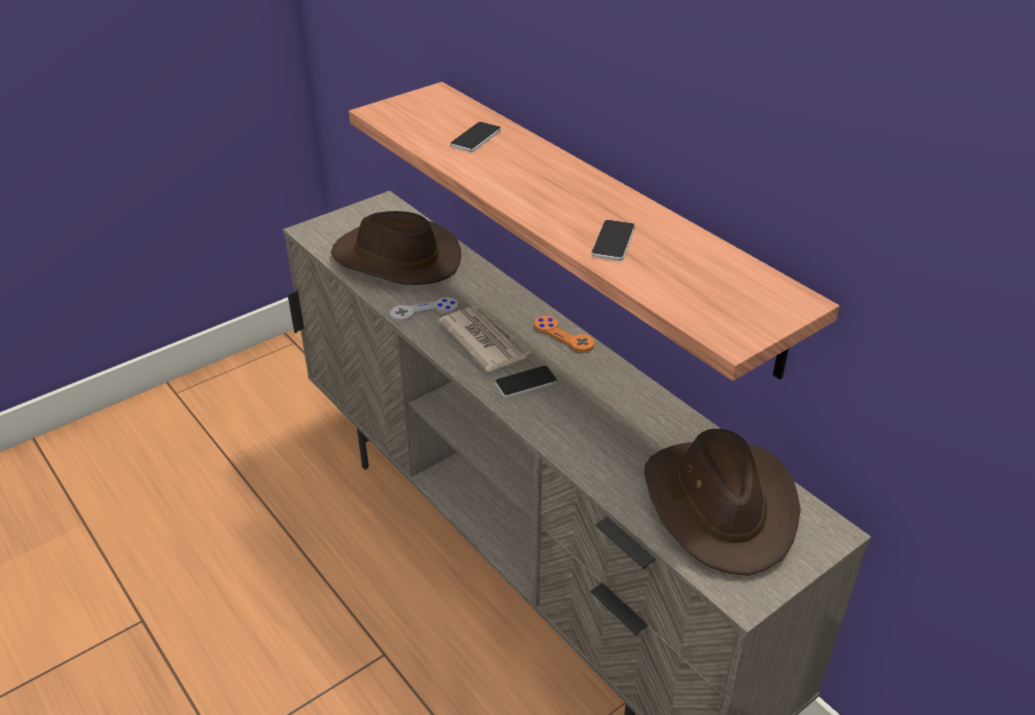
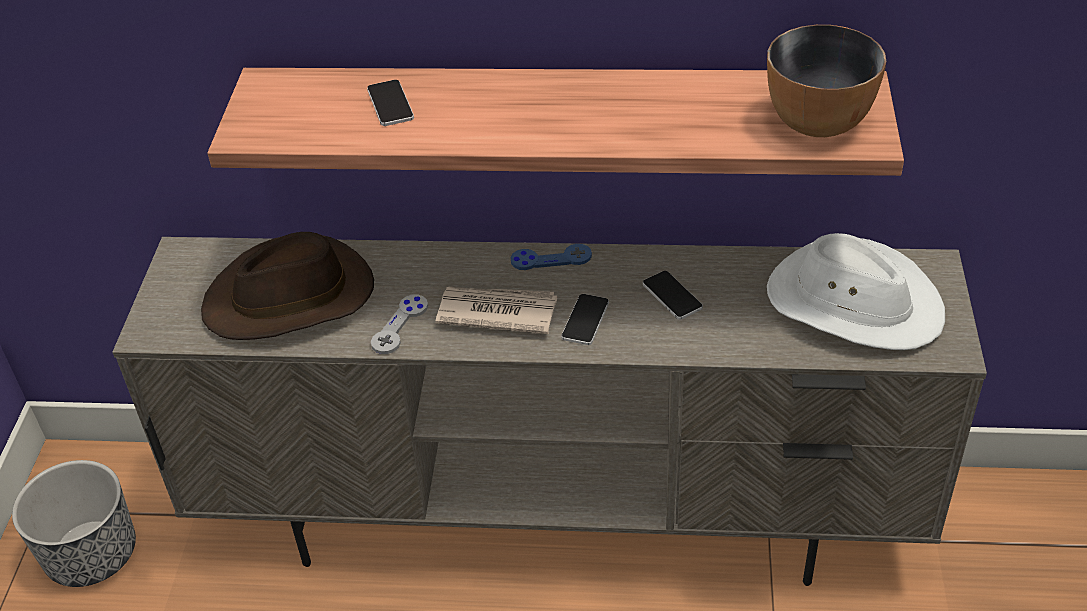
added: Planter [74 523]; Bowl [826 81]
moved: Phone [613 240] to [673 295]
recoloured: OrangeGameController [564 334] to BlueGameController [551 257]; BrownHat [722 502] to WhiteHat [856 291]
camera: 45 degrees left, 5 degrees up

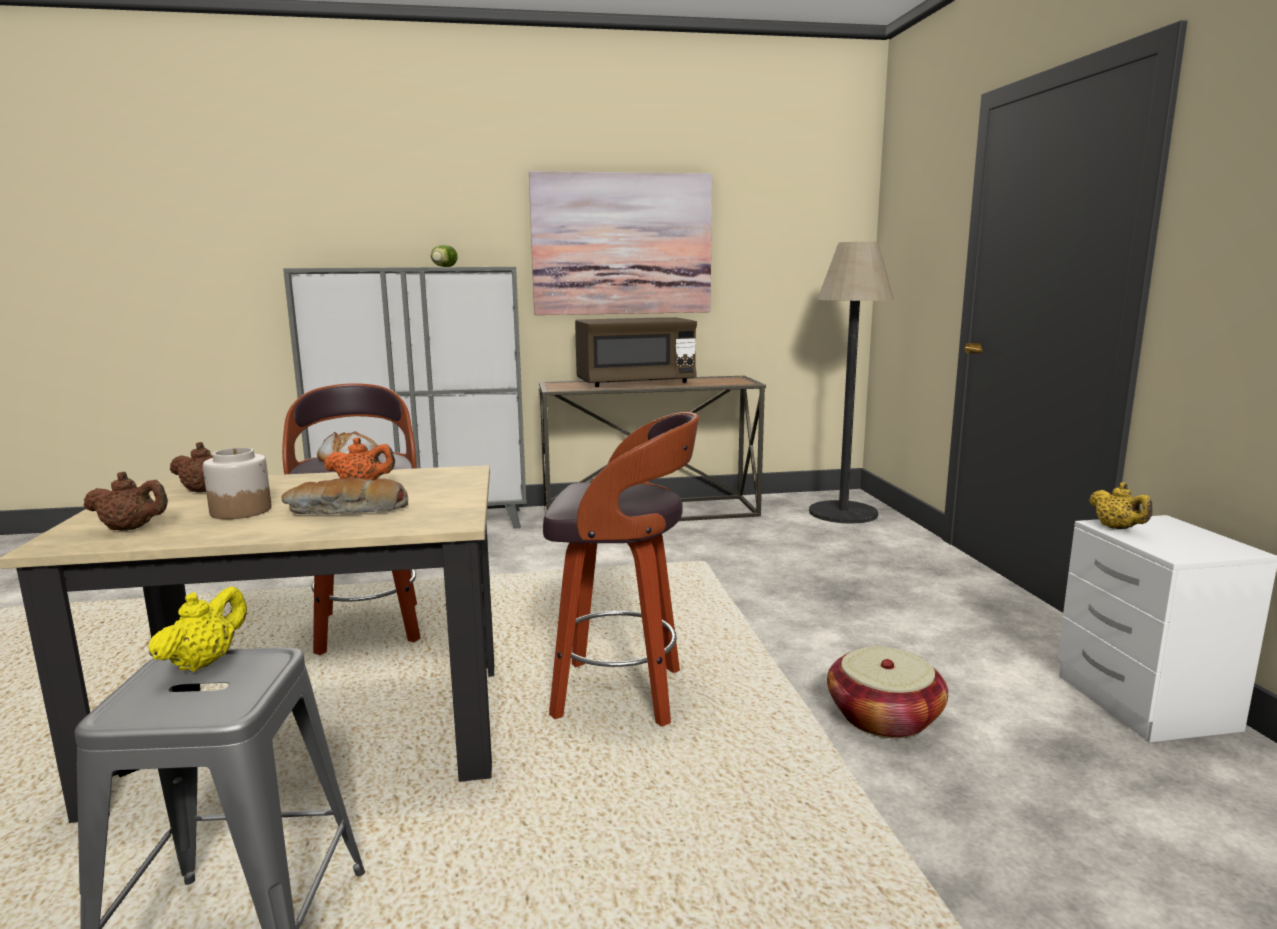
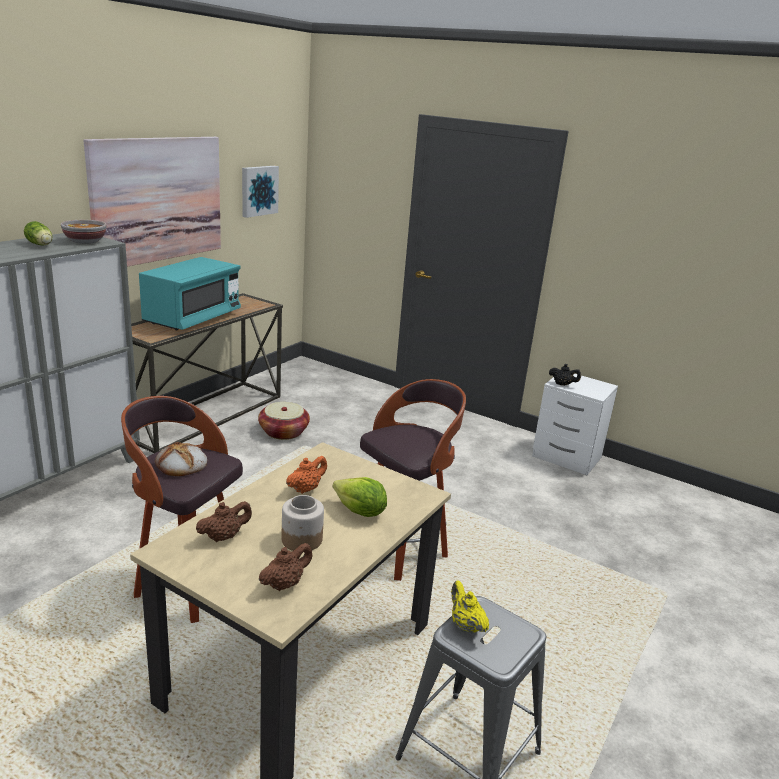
removed: FloorLamp [851 383]
added: Bowl [83 232]; Picture [260 192]
moved: Basket [887 692] to [284 421]
replaced: Bread [345 496] to Lettuce [360 497]
recoloured: BrownMicrowave [636 352] to TurquoiseMicrowave [190 293]; YellowTeapot [1120 505] to BlackTeapot [565 375]
camera: 50 degrees left, 10 degrees up

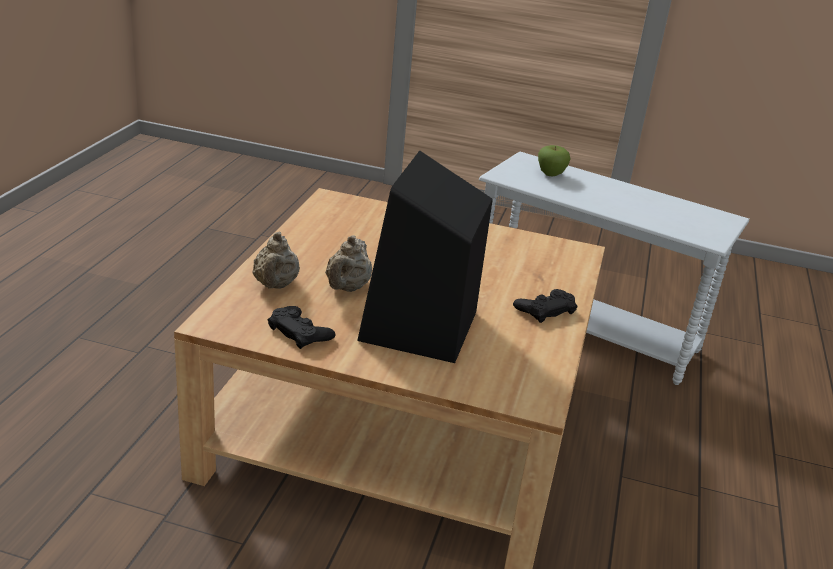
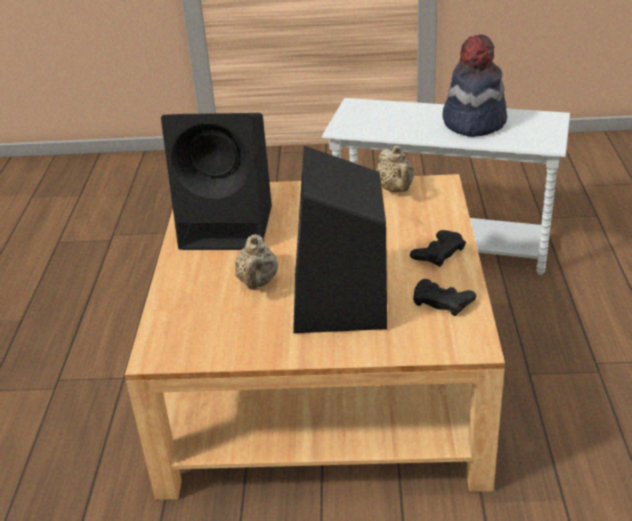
removed: Apple [554 160]
added: BlackSpeaker [216 181]; Hat [475 85]
moved: BeigeTeapot [275 260] to [395 169]; BlackGameController [301 327] to [444 297]
camera: 10 degrees left, 5 degrees up

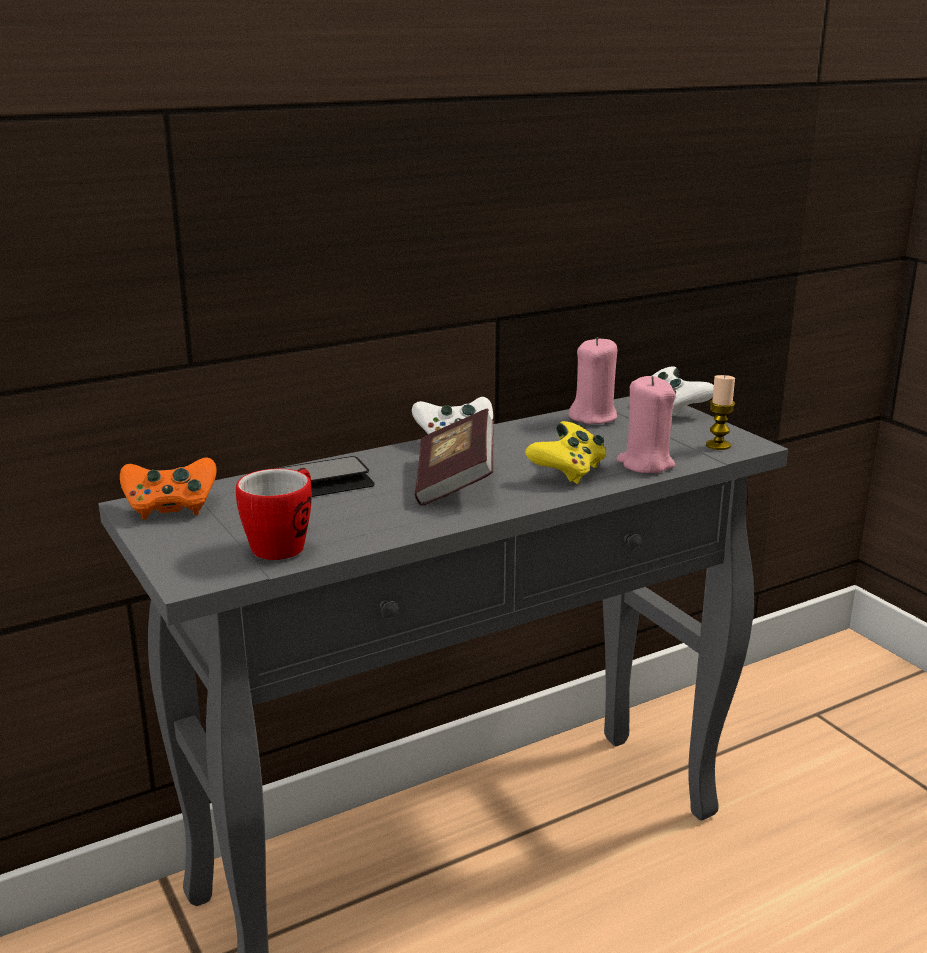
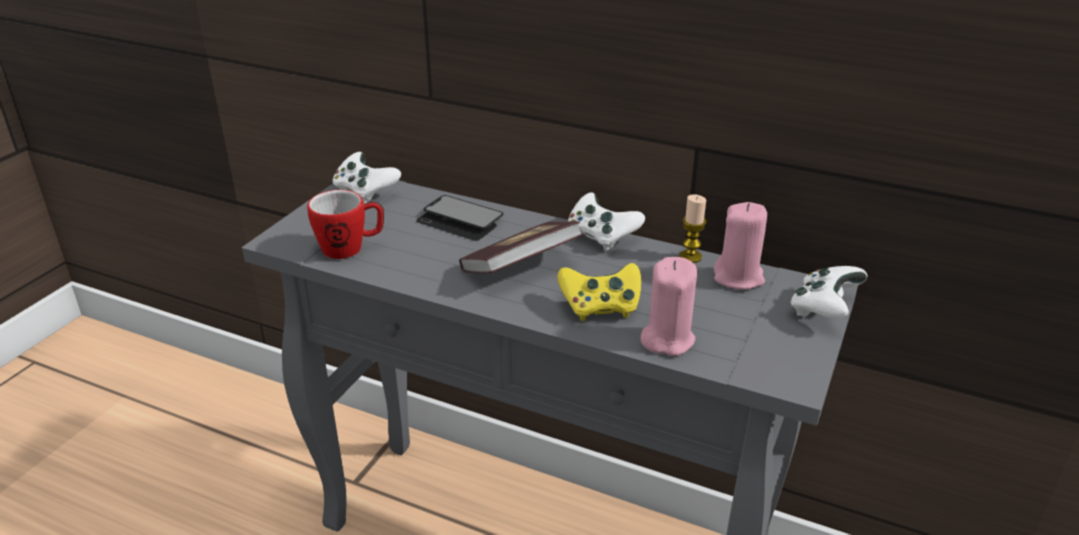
moved: Candle [720 412] to [692 228]
recoloured: OrangeGameController [168 488] to WhiteGameController [367 178]
camera: 55 degrees right, 10 degrees up

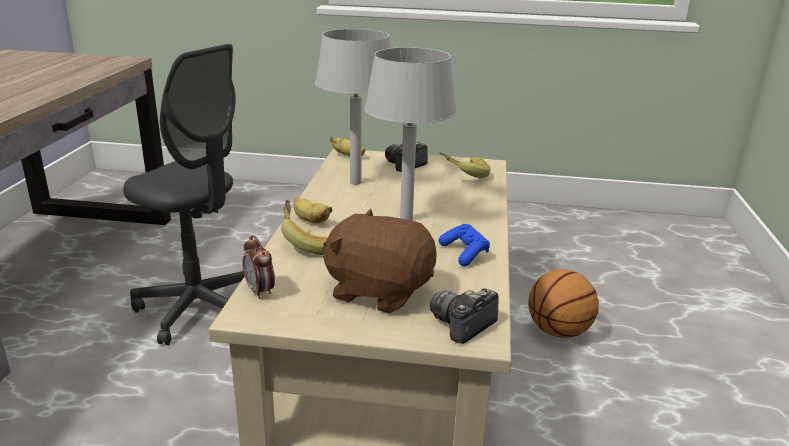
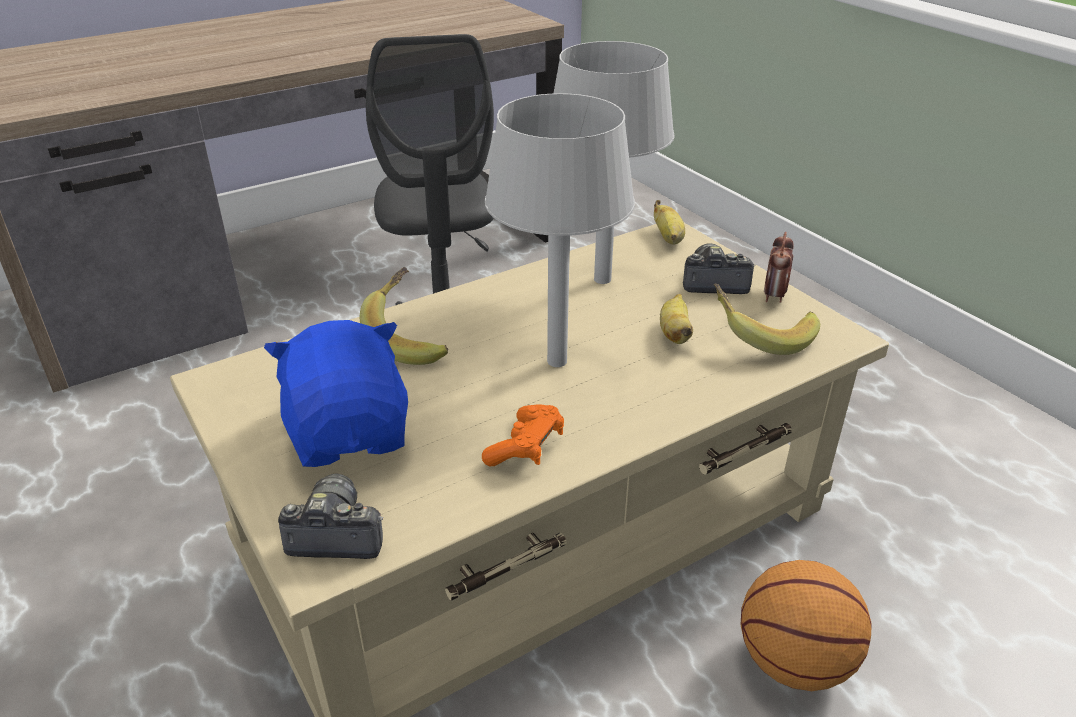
moved: AlarmClock [258 267] to [779 267]; Banana [312 210] to [676 319]
recoloured: BrownPlushToy [379 261] to BluePlushToy [336 393]; BlueGameController [464 245] to OrangeGameController [523 435]
camera: 50 degrees right, 10 degrees up

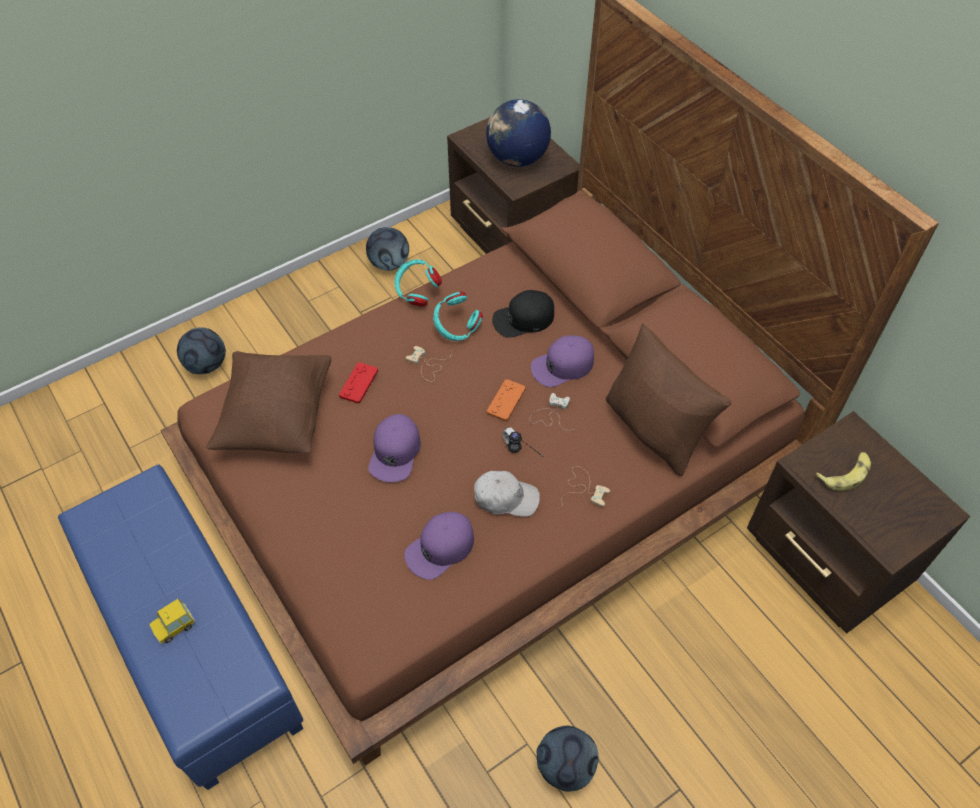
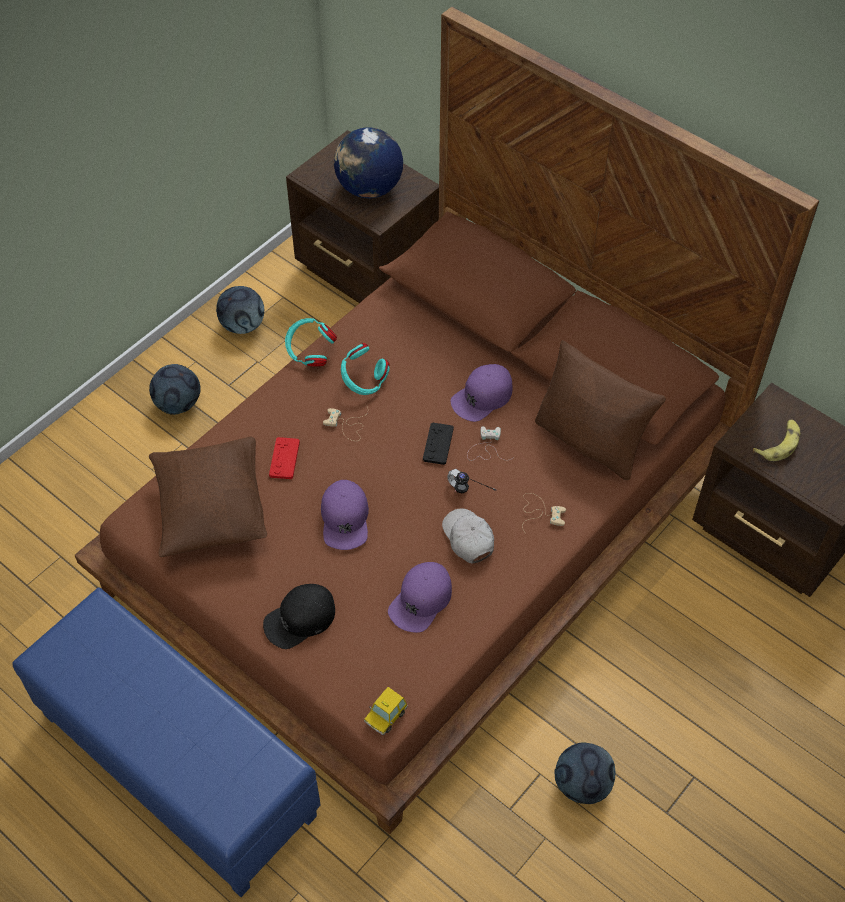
moved: ToyCar [173 621] to [386 711]; Football [201 350] to [174 389]; BlackCap [523 314] to [299 616]
recoloured: OrangeGameController [506 400] to BlackGameController [438 443]
turned: WhiteCap [507 494] = [468 535] 105 degrees counterclockwise
camera: 15 degrees left, 0 degrees up

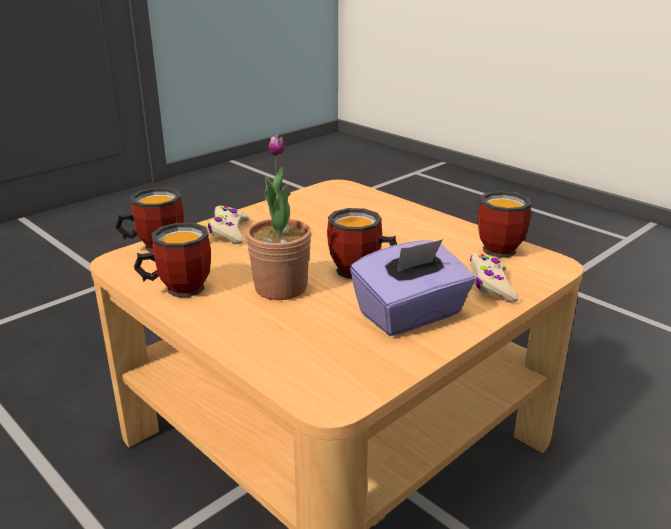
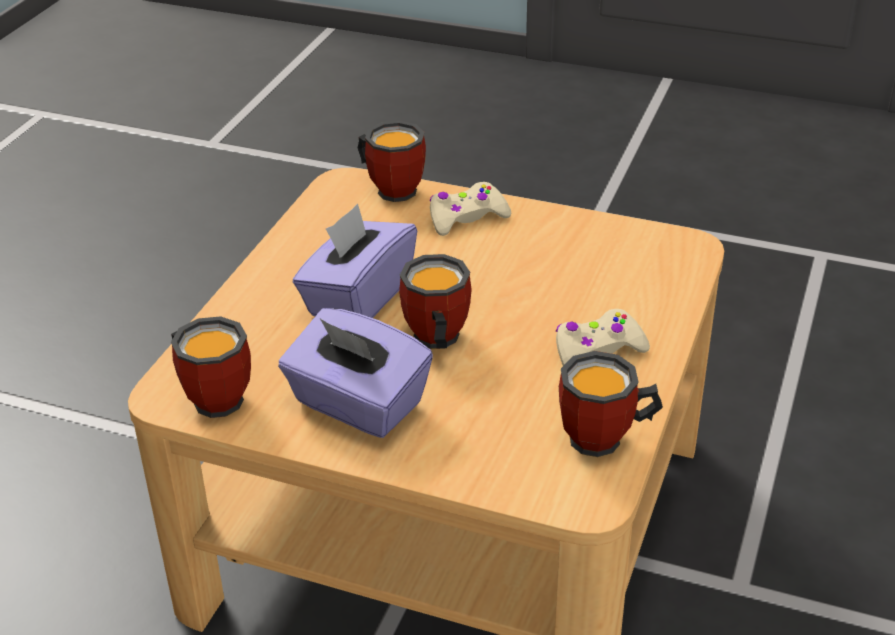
moved: Mug [172 260] to [211 367]; BeigeGameController [494 278] to [603 337]
replaced: PottedPlant [278 217] to PurpleTissueBox [355 261]
camera: 65 degrees right, 10 degrees up

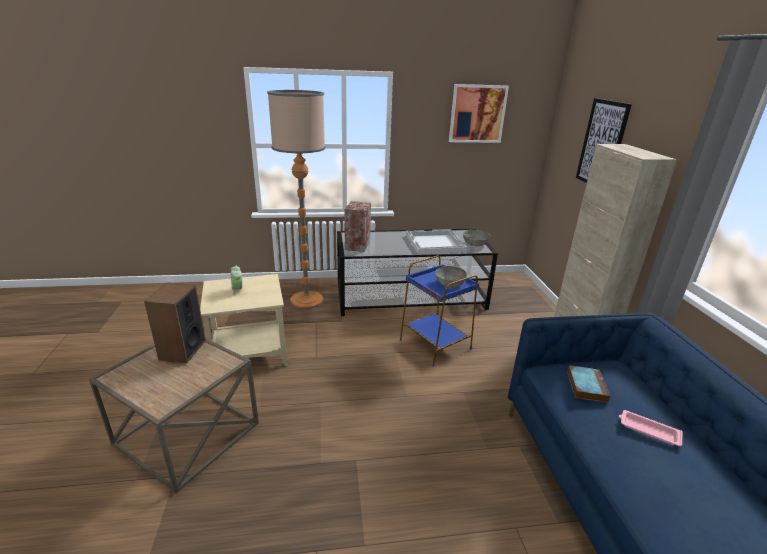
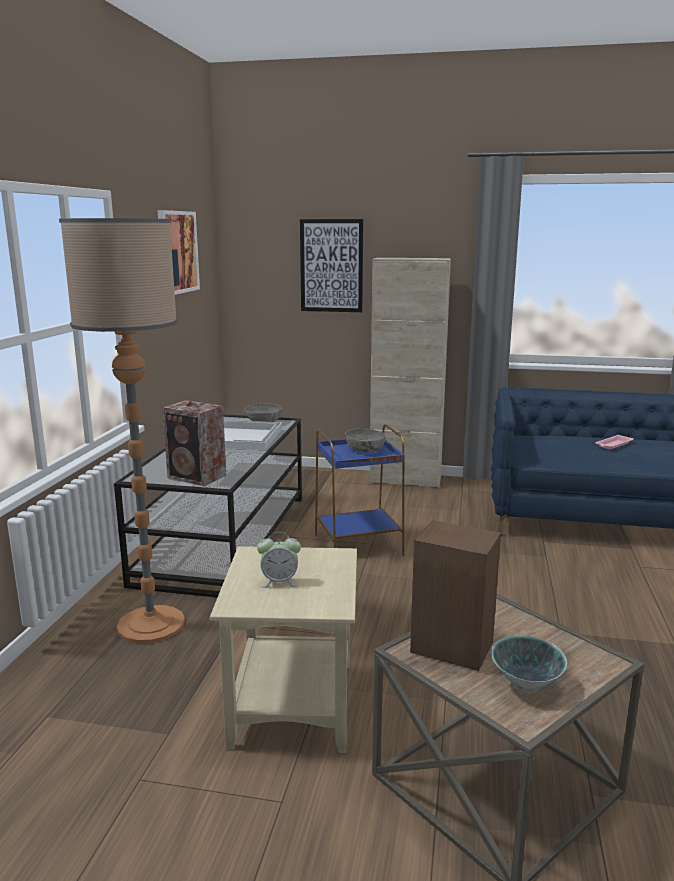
removed: Book [588 384]
added: Bowl [529 664]
camera: 70 degrees left, 10 degrees down

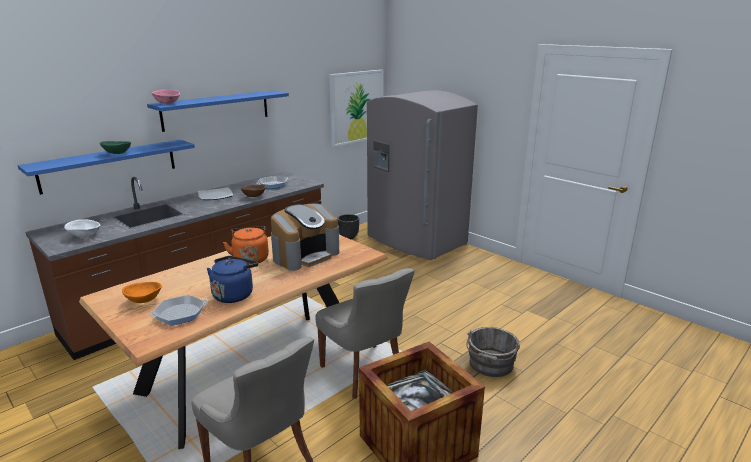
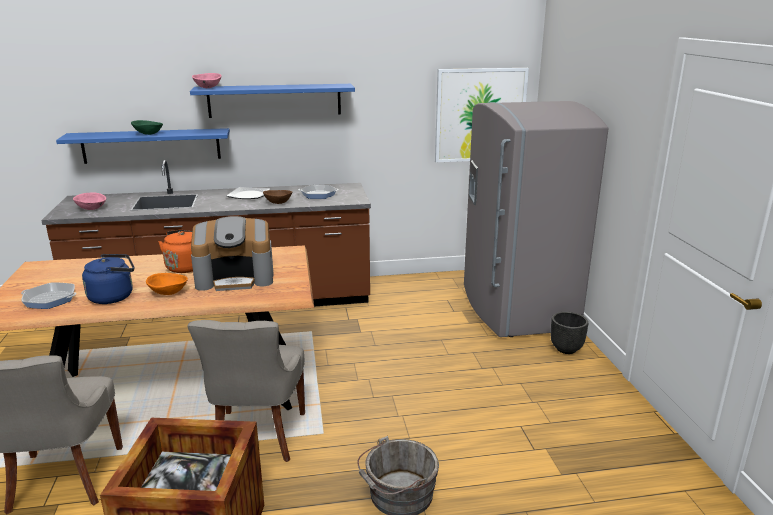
moved: OrangeBowl [142 292] to [167 284]; BlackPlanter [348 226] to [569 333]
recoloured: WhiteBowl [82 228] to PinkBowl [89 201]
camera: 35 degrees right, 0 degrees up

